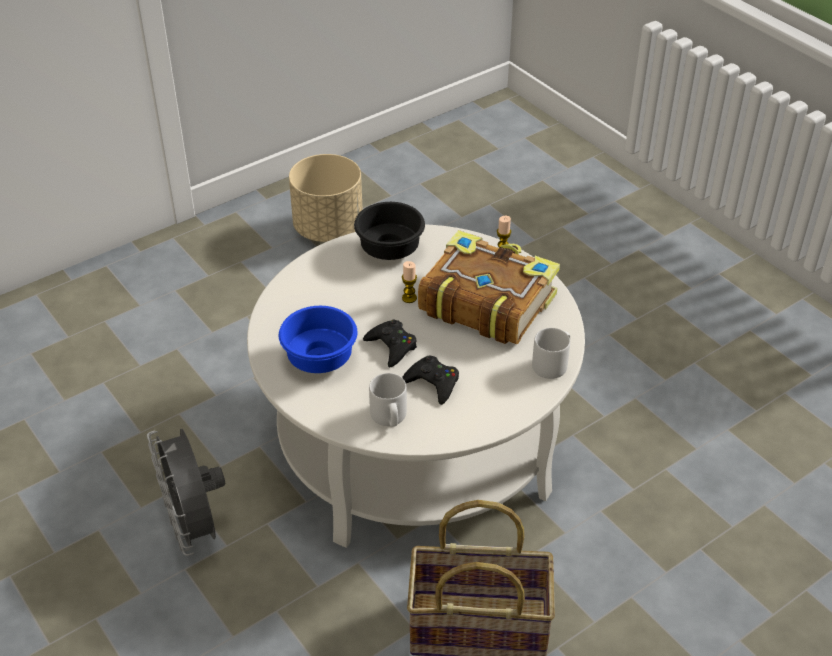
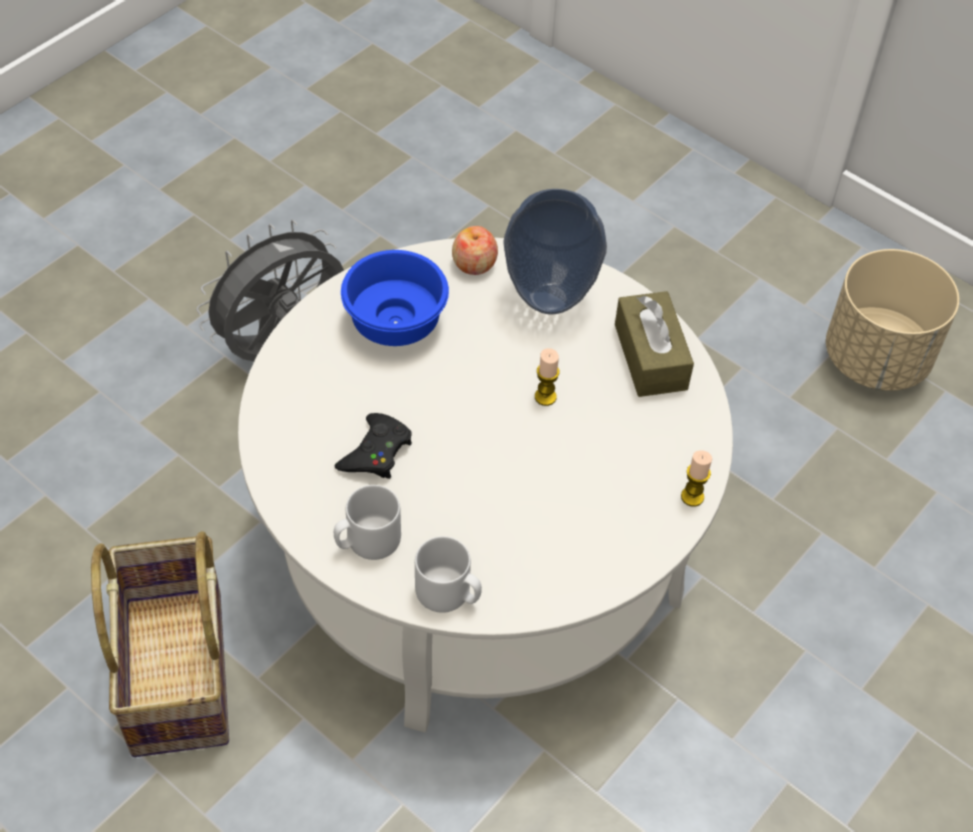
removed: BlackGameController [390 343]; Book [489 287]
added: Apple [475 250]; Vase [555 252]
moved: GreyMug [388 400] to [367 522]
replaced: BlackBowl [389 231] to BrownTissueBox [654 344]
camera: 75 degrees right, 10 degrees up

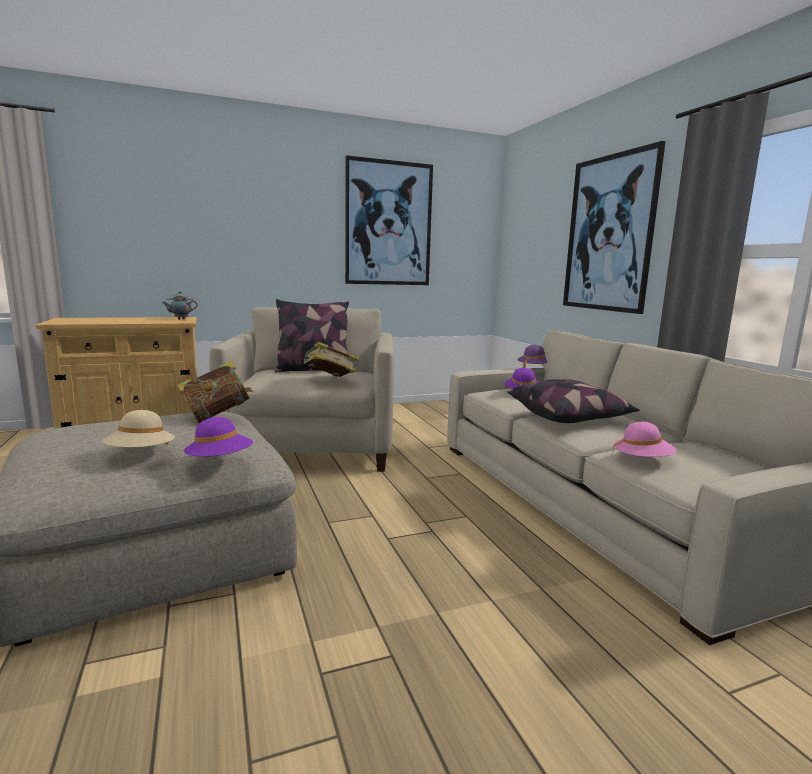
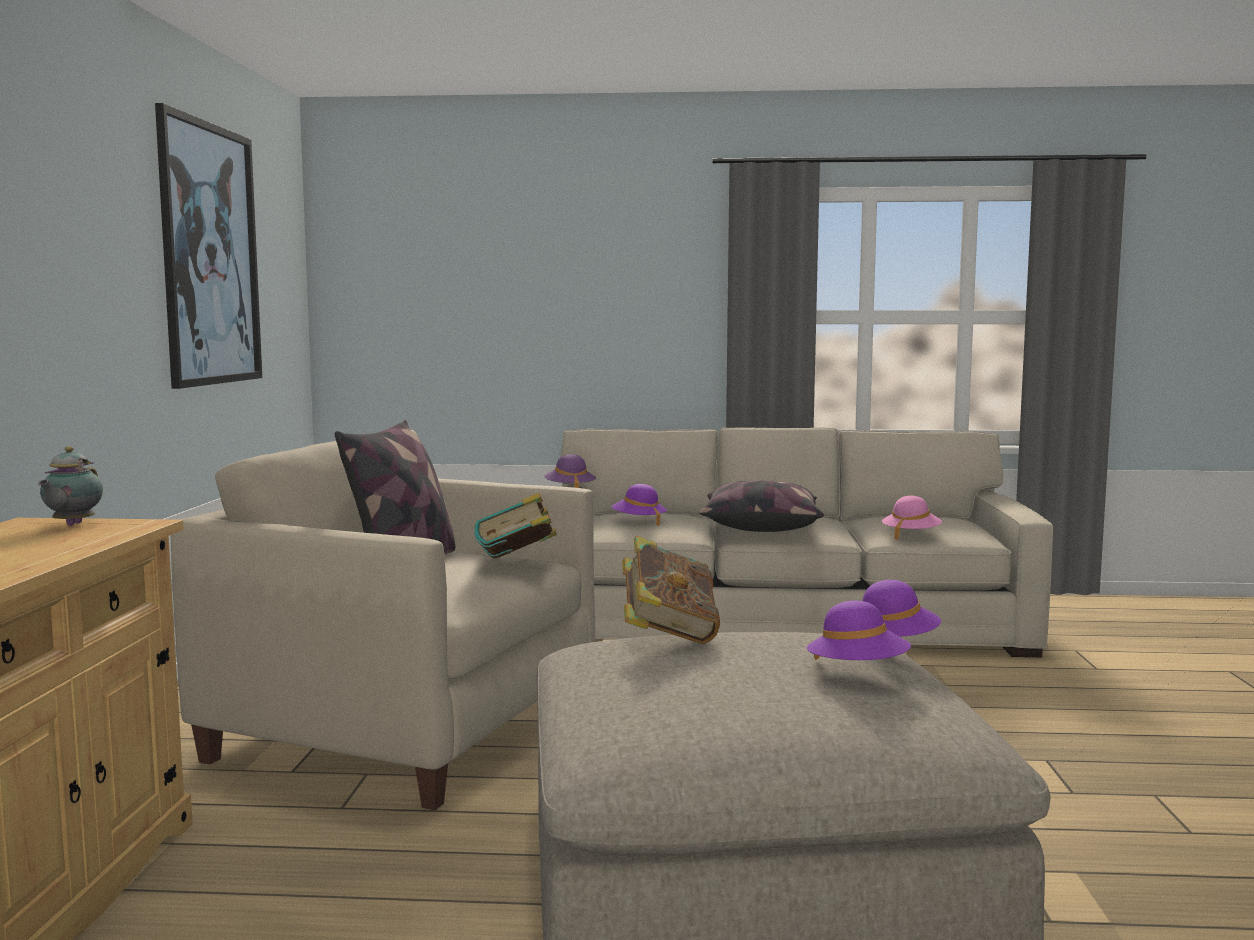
removed: Picture [614 227]
recoloured: BeigeHat [138 428] to PurpleHat [859 630]
camera: 65 degrees left, 5 degrees down

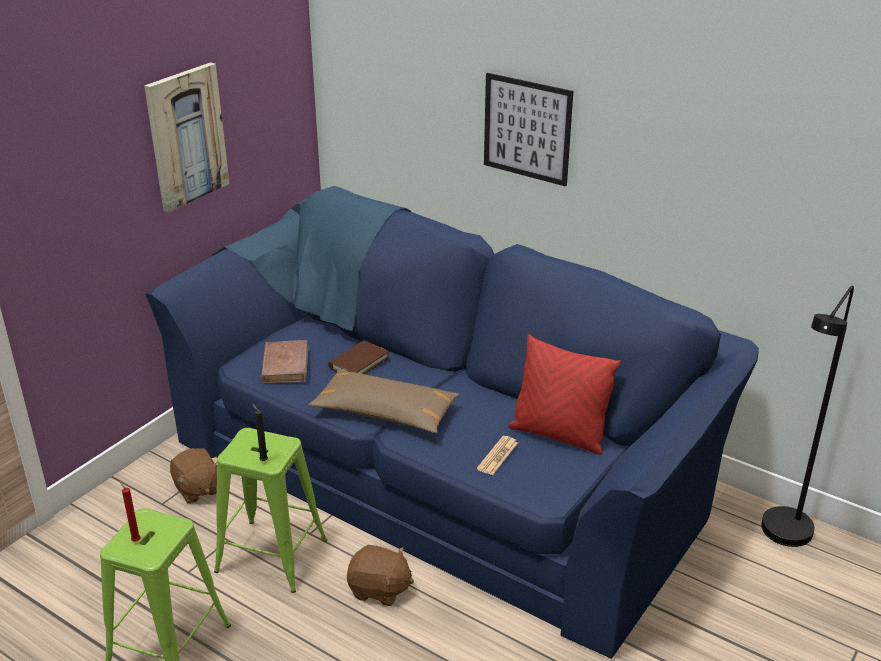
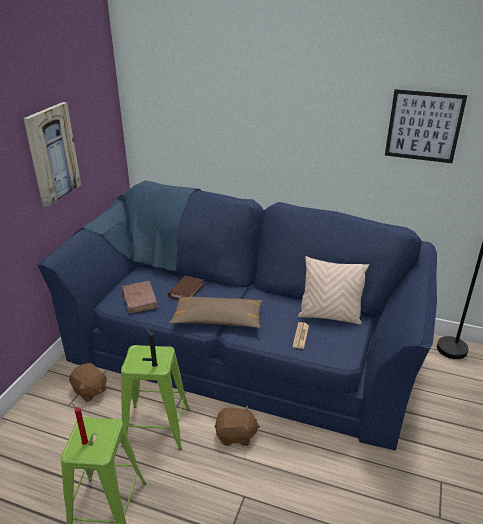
moved: Picture [528 130] to [426 126]
recoloured: RedPillow [564 394] to BeigePillow [333 290]
camera: 15 degrees left, 0 degrees up

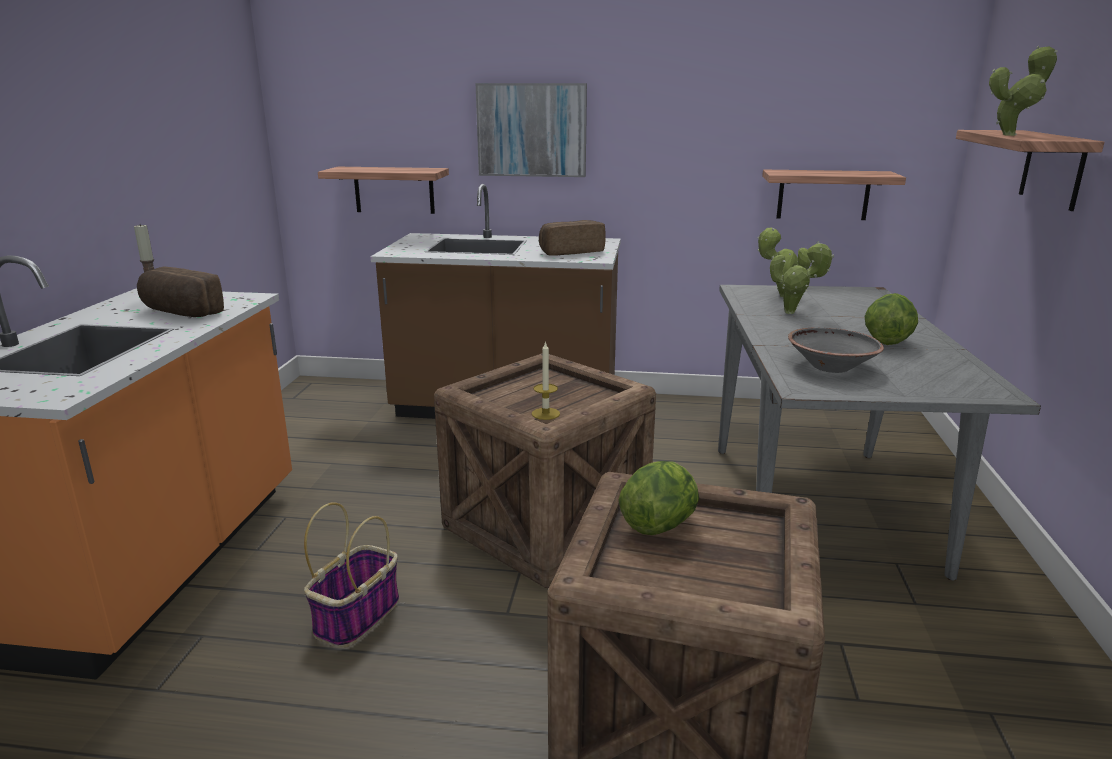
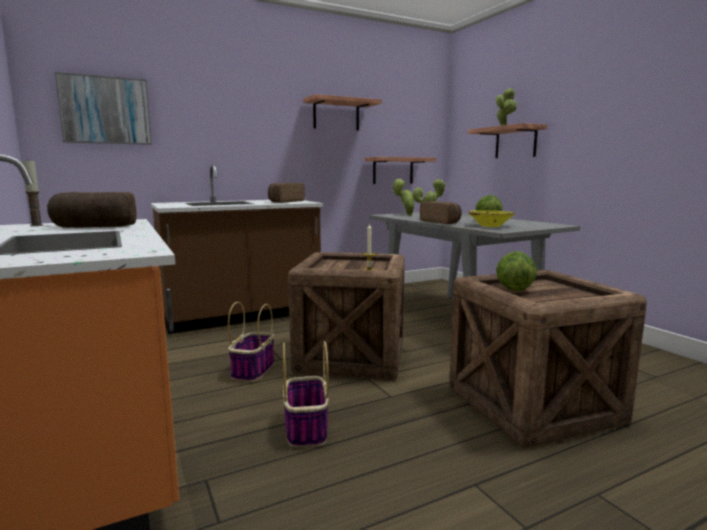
added: Basket [251 342]; Bread [441 212]
moved: Shelf [383 190] to [342 112]; Picture [531 130] to [103 108]
recoloured: GreyBowl [836 350] to YellowBowl [491 218]
camera: 35 degrees left, 10 degrees down

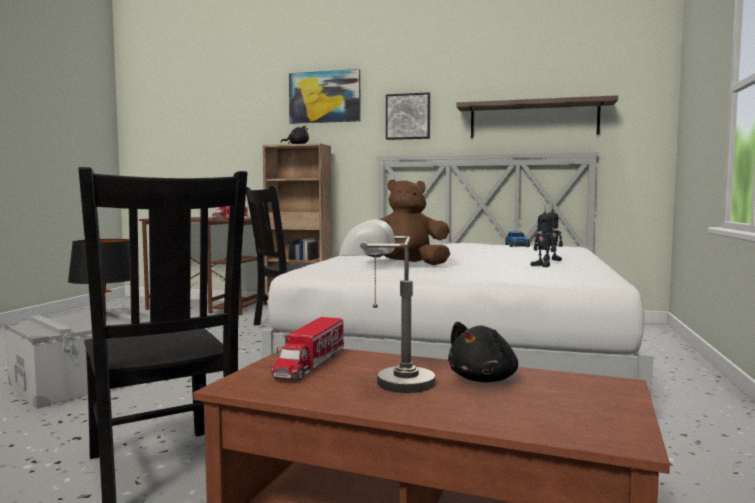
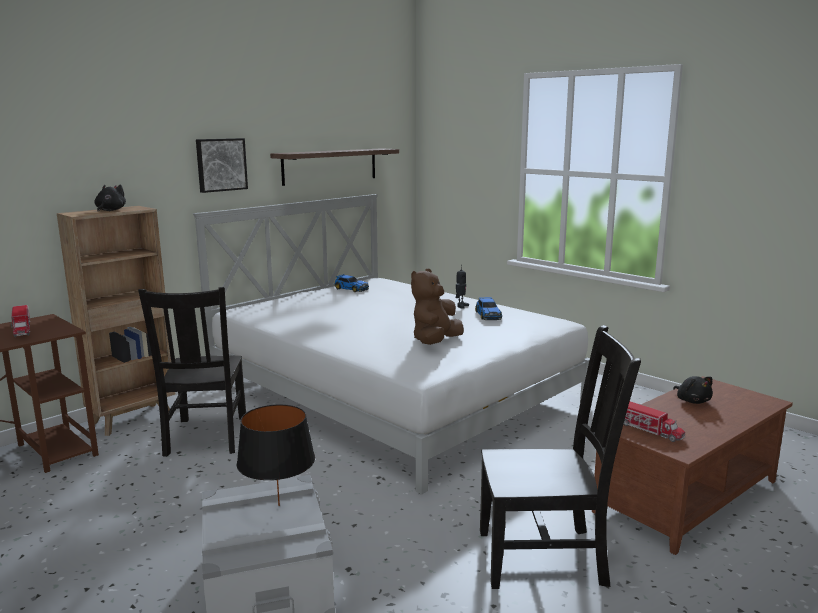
removed: Picture [324 96]; GreyTableLamp [387 306]
replaced: ToyRobot [543 236] to ToyCar [488 308]
camera: 60 degrees left, 10 degrees up

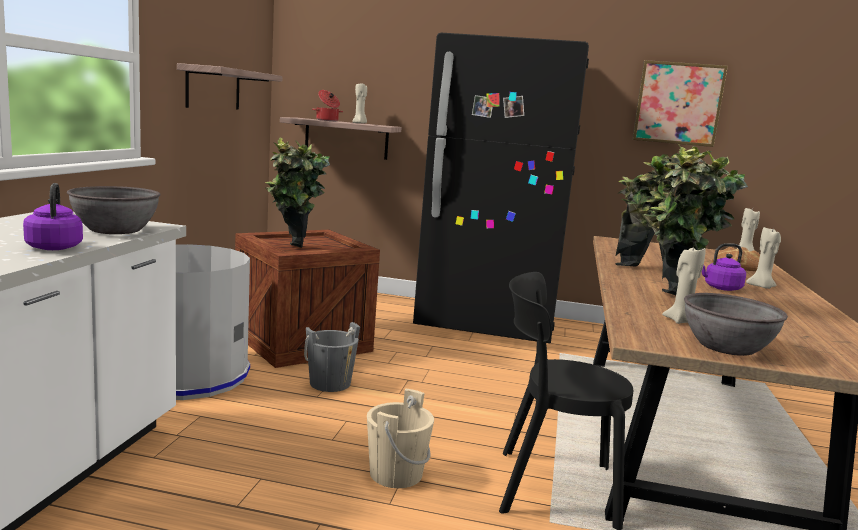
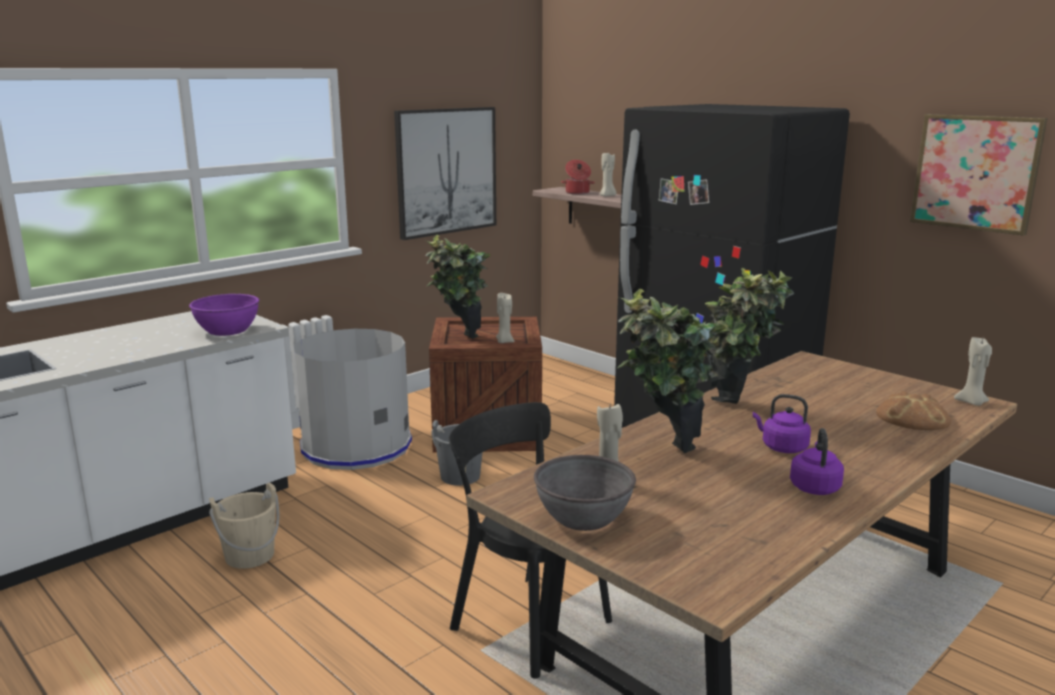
moved: PurpleKettle [53 216] to [817 461]; BeigeBucket [400 438] to [244 525]; BeigeCandle [763 257] to [505 318]
replaced: Shelf [230 86] to Picture [445 173]
recoloured: GreyBowl [113 210] to PurpleBowl [224 315]
camera: 35 degrees right, 5 degrees up

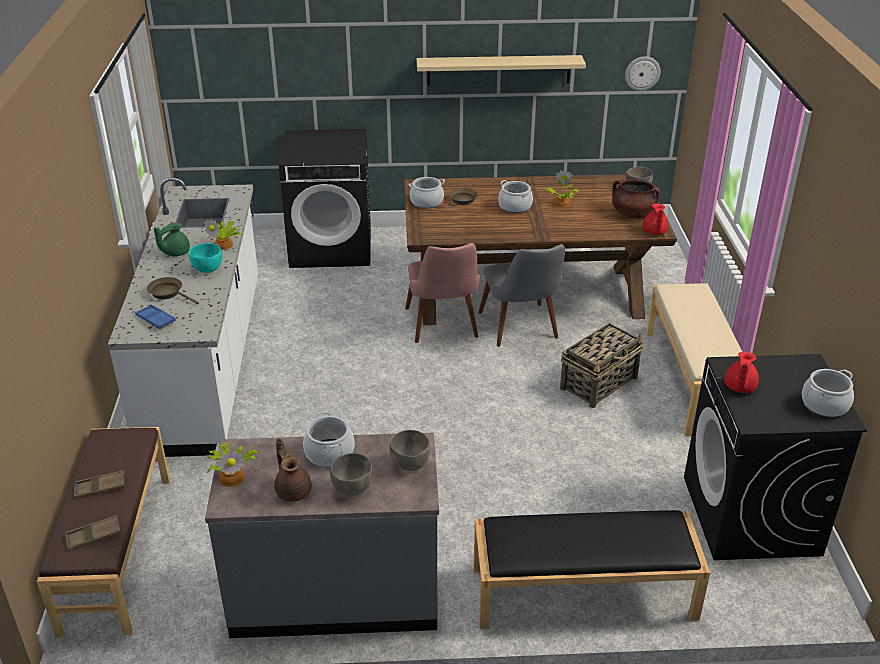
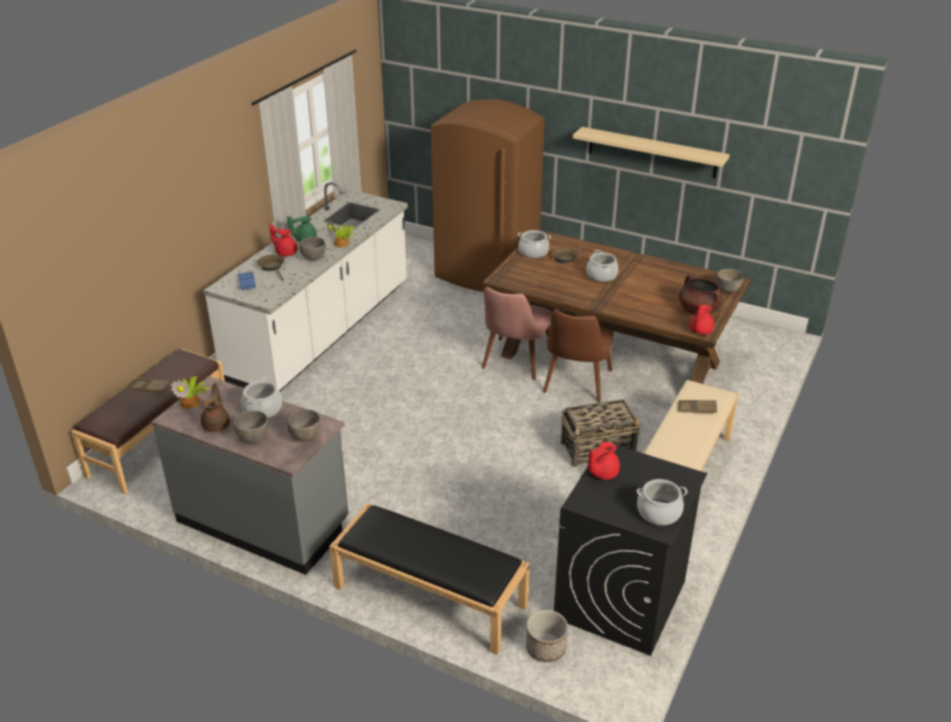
removed: PottedPlant [561 189]; WallClock [643 73]
added: RedTeapot [283 239]; Planter [547 636]
moved: BrownTray [93 533] to [697 406]
replaced: BlackWashingMachine [325 198] to BrownFridge [488 195]
recoloured: TurquoiseBowl [205 258] to GreyBowl [312 249]; GreyChair [521 295] to BrownChair [578 356]
camera: 30 degrees right, 0 degrees up

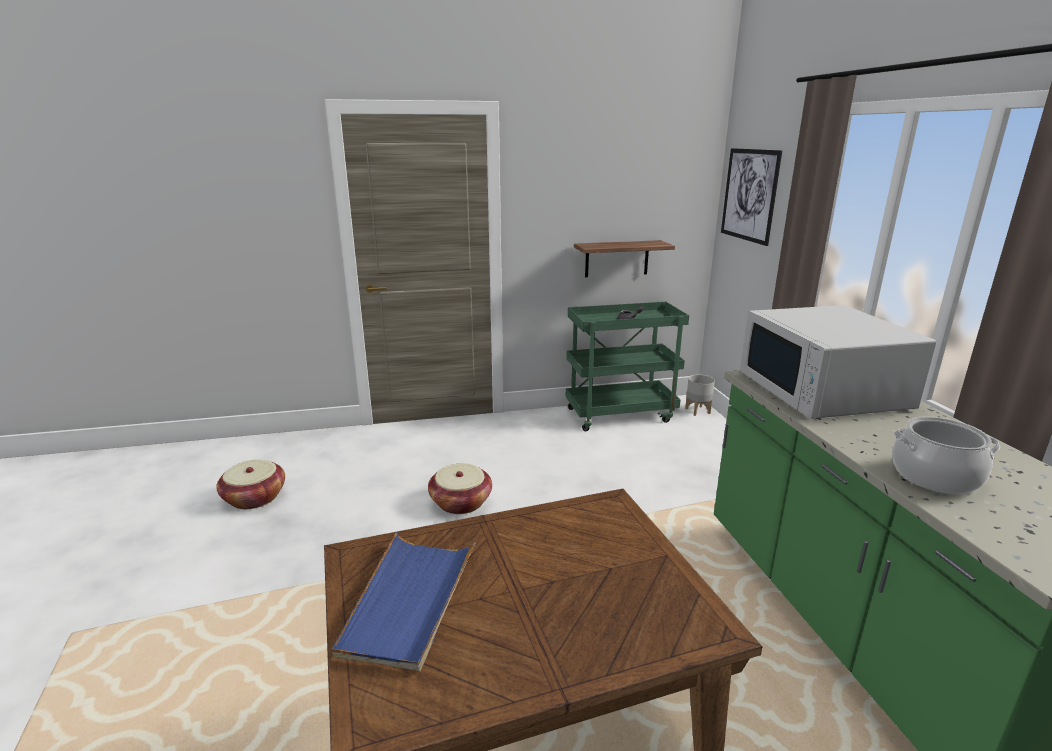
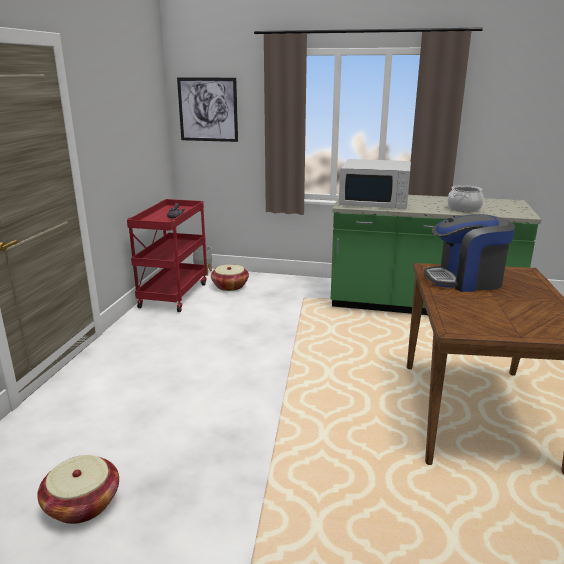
removed: BlueTray [404 601]; Shelf [624 258]
added: CoffeeMachine [469 253]
moved: Basket [460 488] to [230 277]
recoloured: GreenCart [627 366] to RedCart [167 255]
camera: 65 degrees left, 0 degrees up

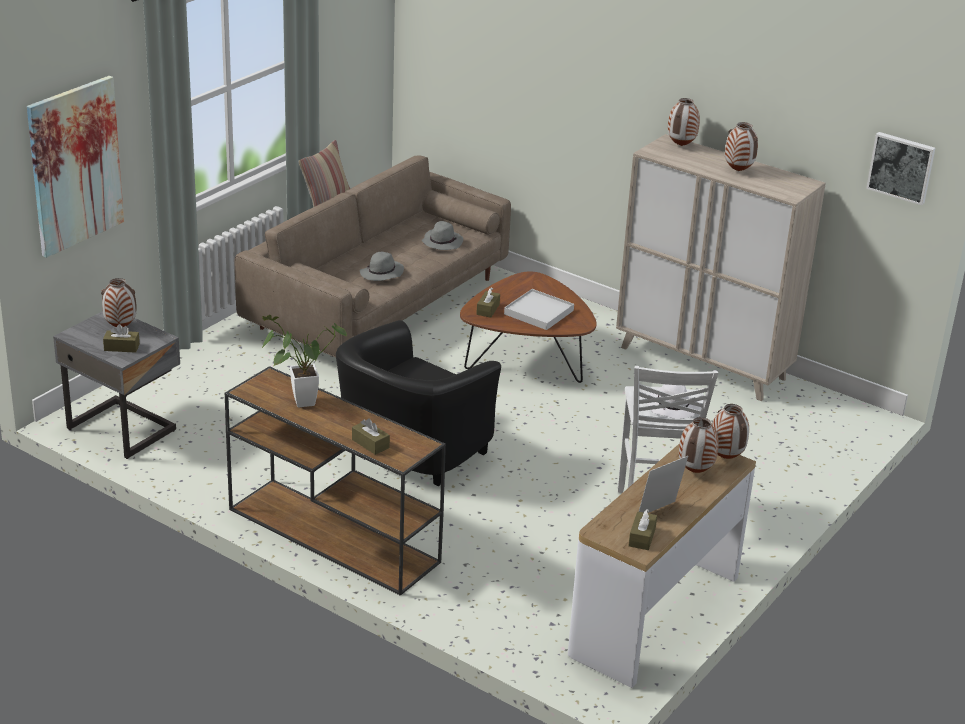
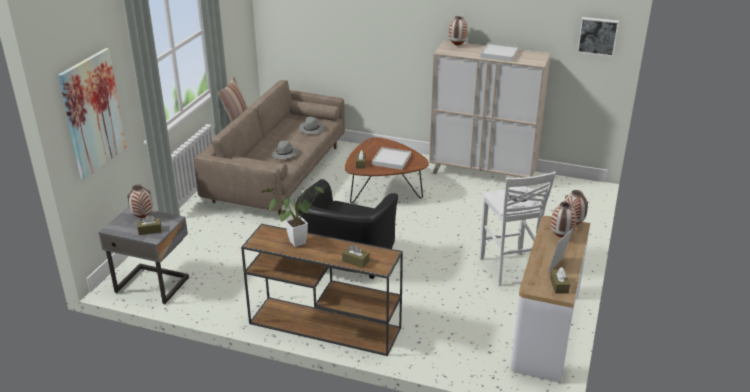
replaced: Vase [741 146] to WhiteTray [499 52]
camera: 15 degrees left, 0 degrees up

